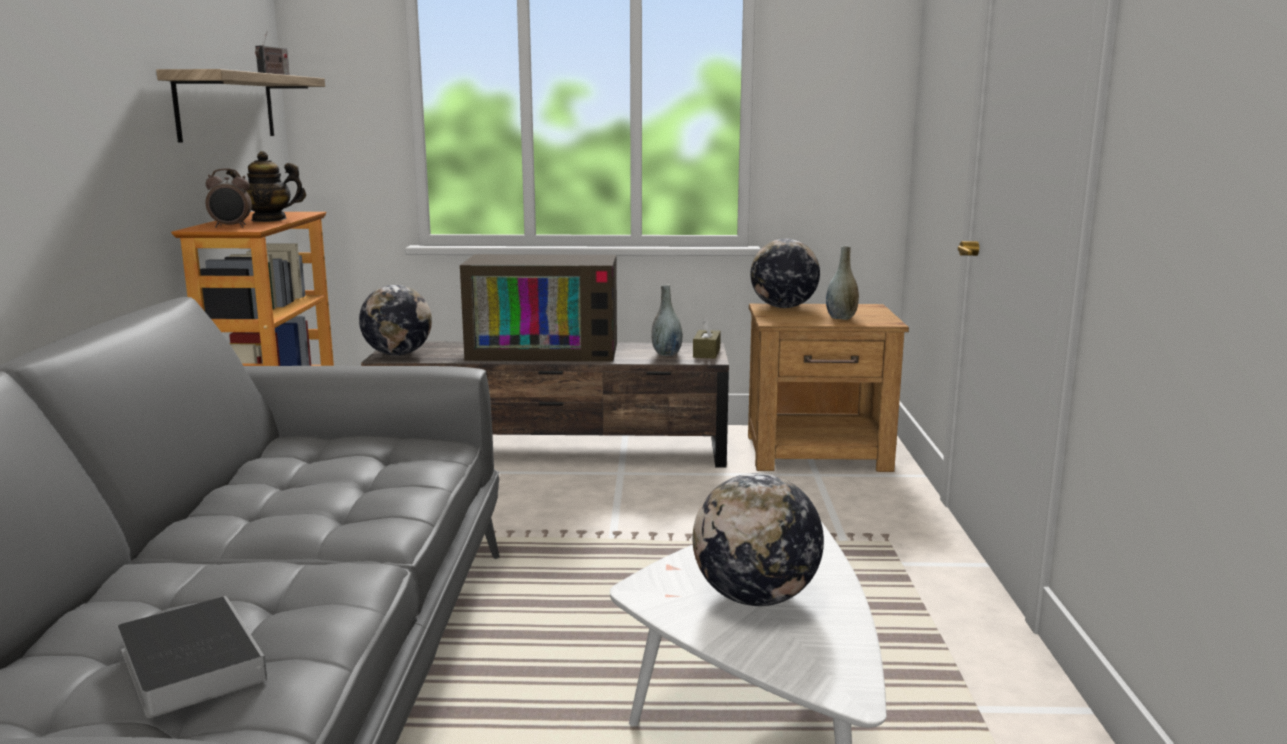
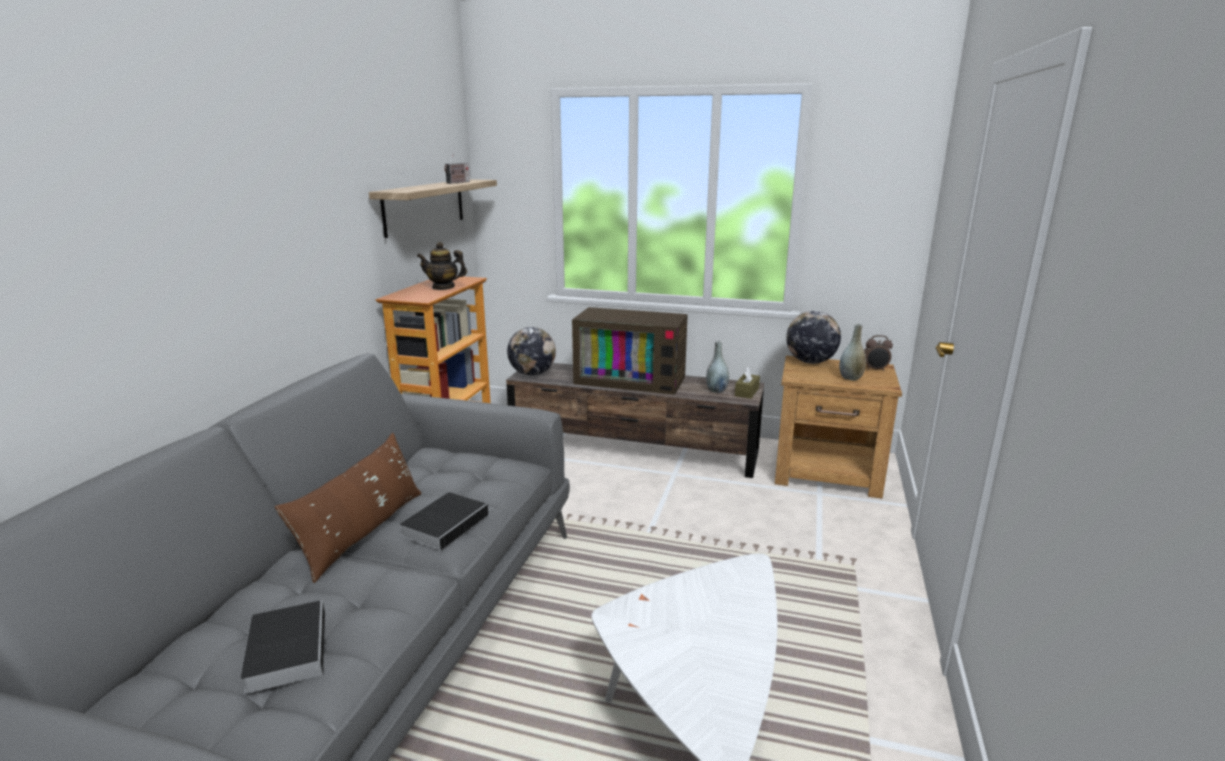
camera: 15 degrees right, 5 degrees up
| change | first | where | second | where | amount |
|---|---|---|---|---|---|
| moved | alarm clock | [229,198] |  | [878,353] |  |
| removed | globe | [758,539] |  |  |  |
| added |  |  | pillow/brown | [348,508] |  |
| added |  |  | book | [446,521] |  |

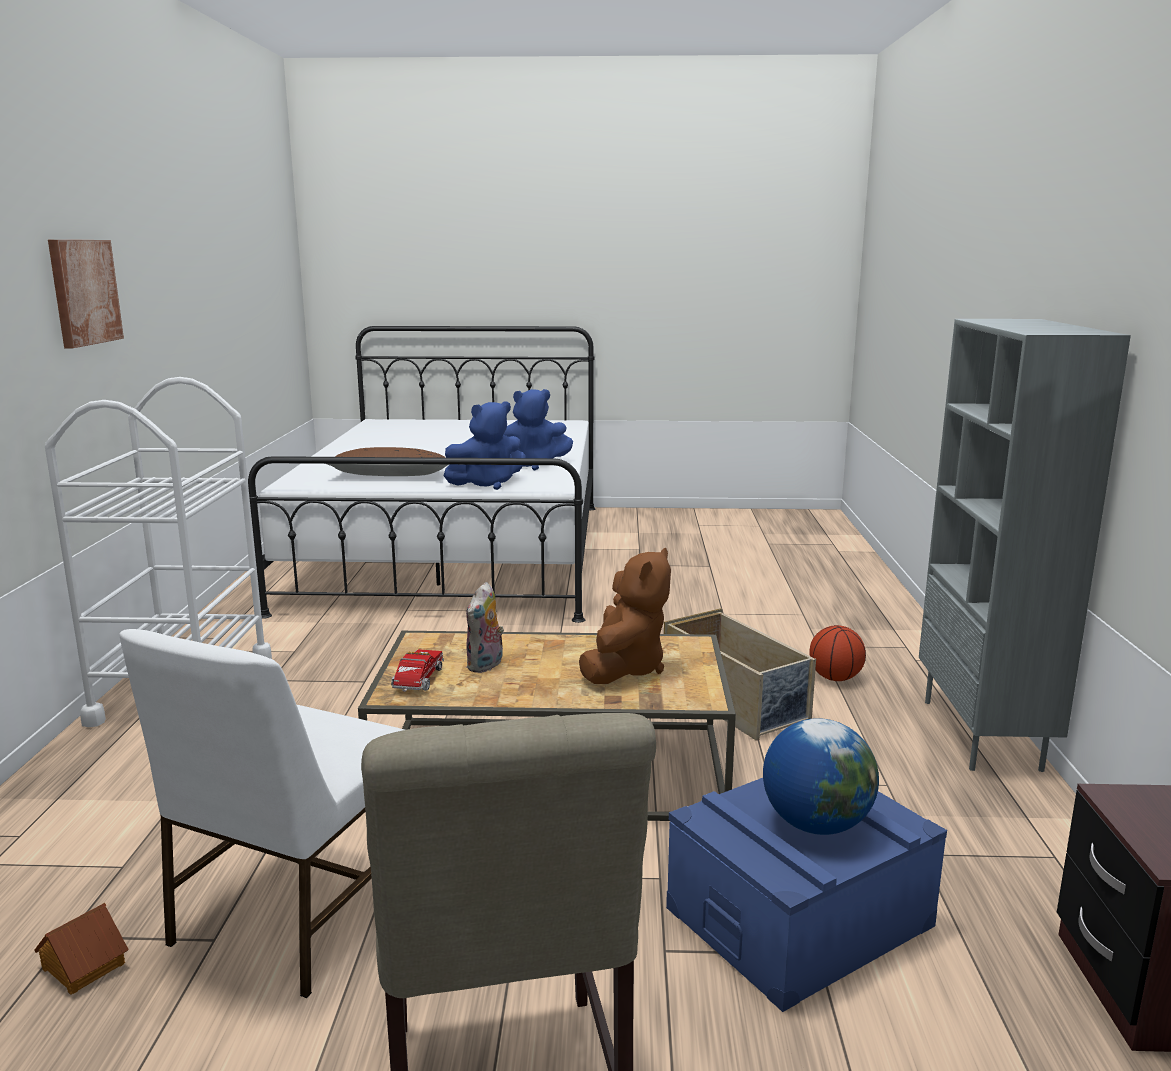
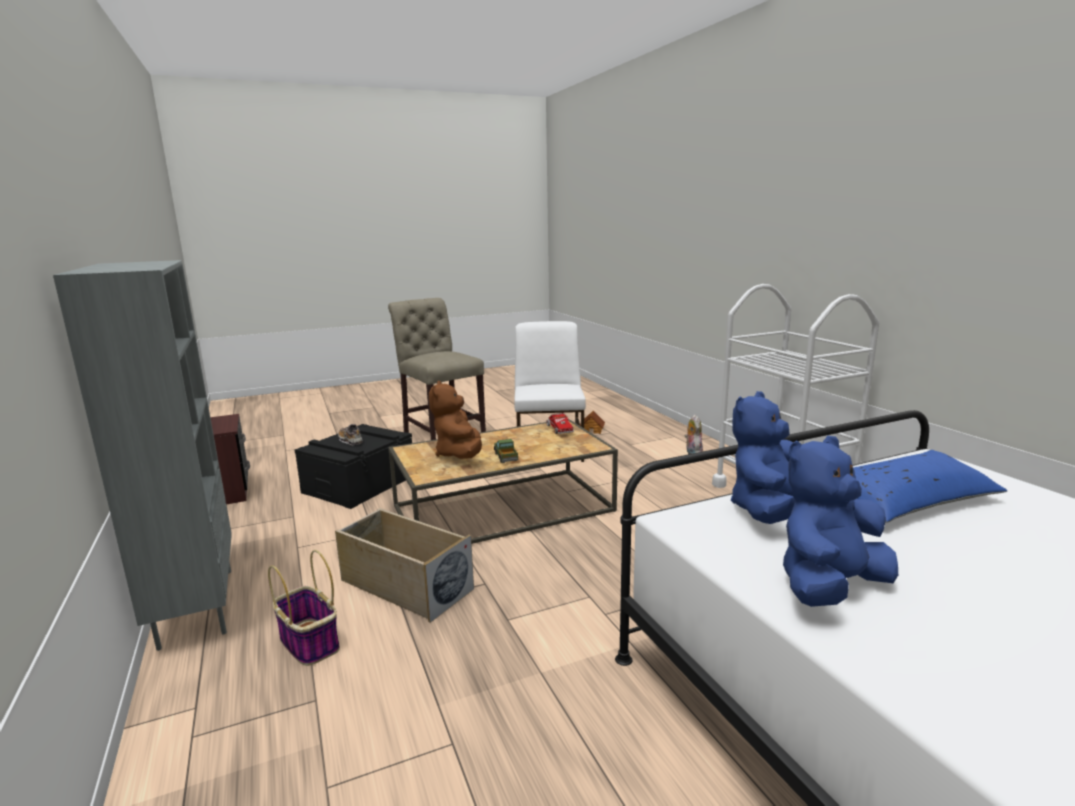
camera: 155 degrees right, 0 degrees up
| change | first | where | second | where | amount |
|---|---|---|---|---|---|
| removed | picture | [86,294] |  |  |  |
| recoloured | pillow/brown | [387,461] | pillow/blue | [930,486] |  |
| moved | plush toy | [485,627] |  | [694,434] |  |
| recoloured | storage box/blue | [806,895] | storage box/black | [353,466] |  |
| replaced | globe | [821,776] | shoe | [350,435] |  |
| replaced | basketball | [837,653] | basket | [304,608] |  |
| added |  |  | toy truck | [506,451] |  |

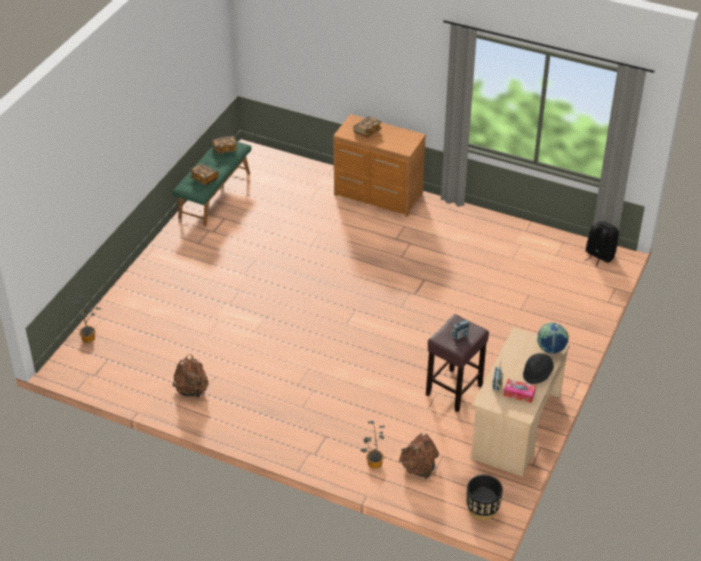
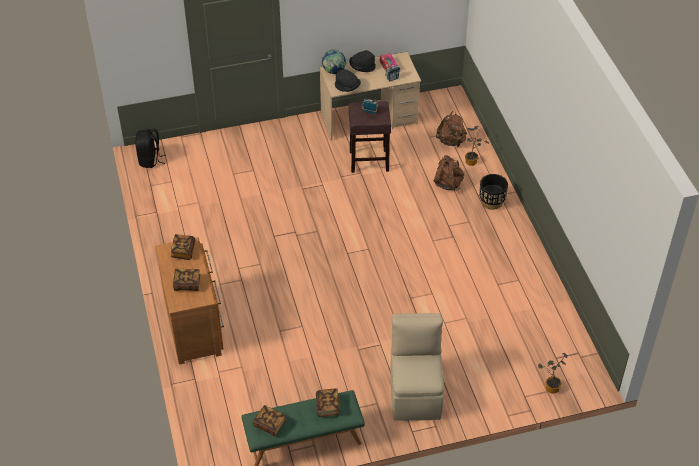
camera: 130 degrees left, 5 degrees up
| change | first | where | second | where | amount |
|---|---|---|---|---|---|
| moved | backpack/brown | [190,376] |  | [449,173] |  |
| moved | planter/black | [484,498] |  | [493,192] |  |
| added |  |  | book | [183,247] |  |
| added |  |  | hat/black | [348,80] |  |
| added |  |  | chair/beige | [417,367] |  |

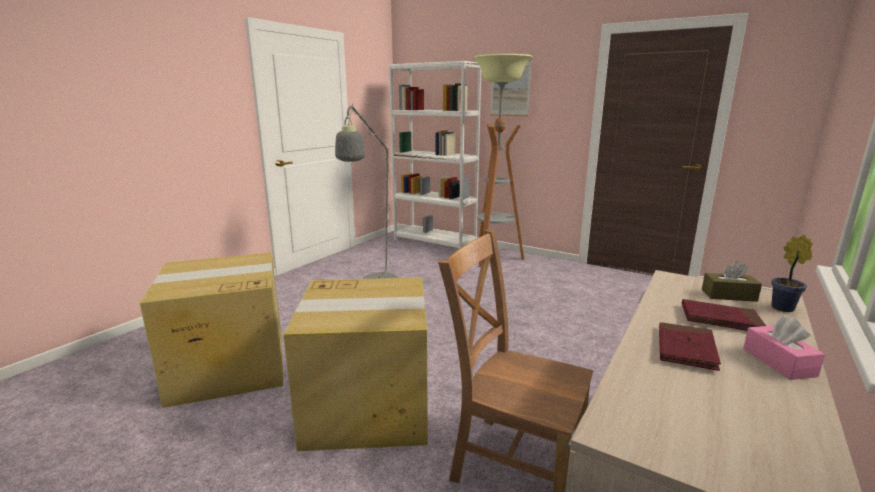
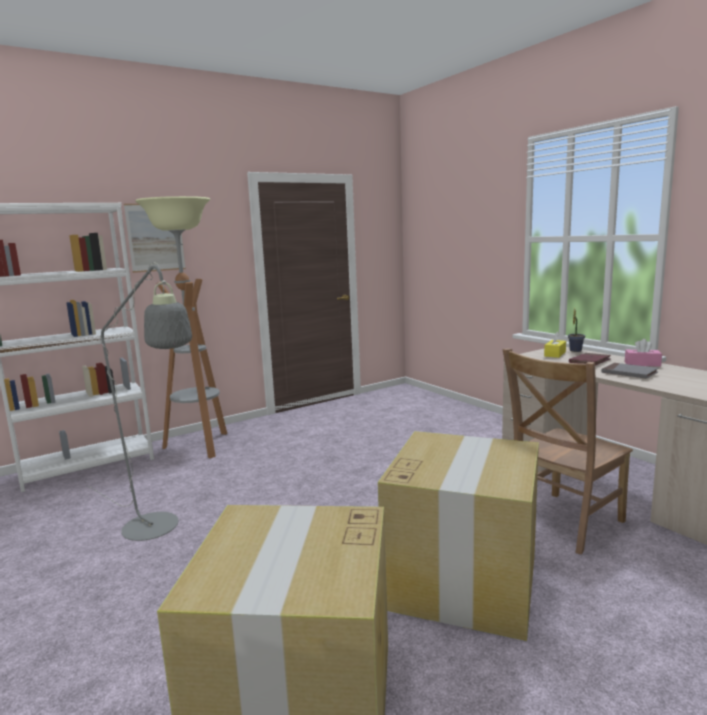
camera: 65 degrees left, 5 degrees down
| change | first | where | second | where | amount |
|---|---|---|---|---|---|
| recoloured | book/red | [690,346] | book/grey | [630,371] |  |
| recoloured | tissue box/brown | [732,281] | tissue box/yellow | [555,345] |  |

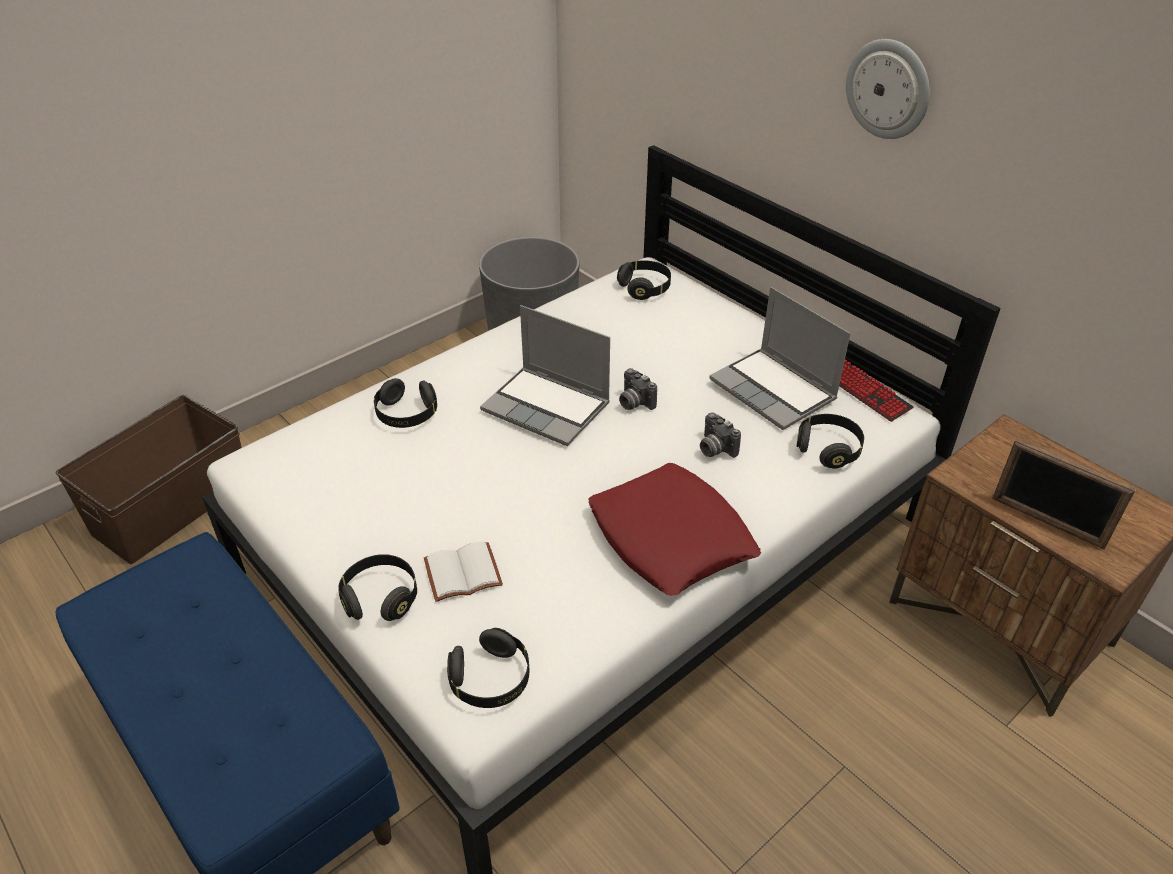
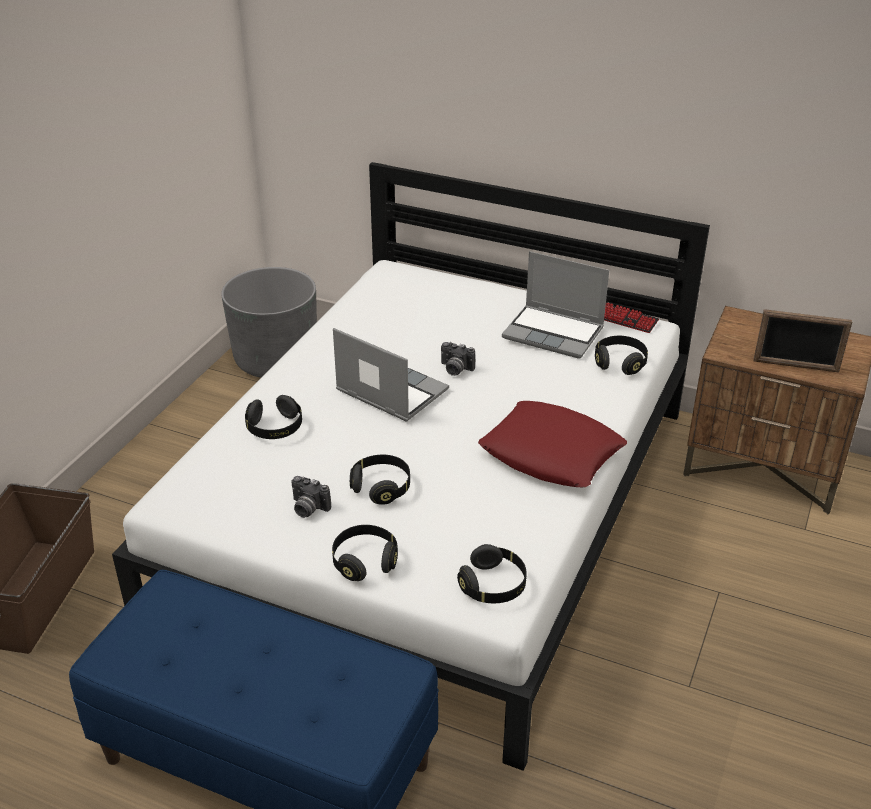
camera: 25 degrees left, 5 degrees down
| change | first | where | second | where | amount |
|---|---|---|---|---|---|
| removed | book/white | [463,572] |  |  |  |
| turned | laptop | [545,375] |  | [391,374] | 150 degrees counterclockwise |
| moved | headphones/black | [644,280] |  | [380,480] |  |
| moved | photo camera | [720,435] |  | [311,497] |  |
| removed | wall clock | [888,89] |  |  |  |

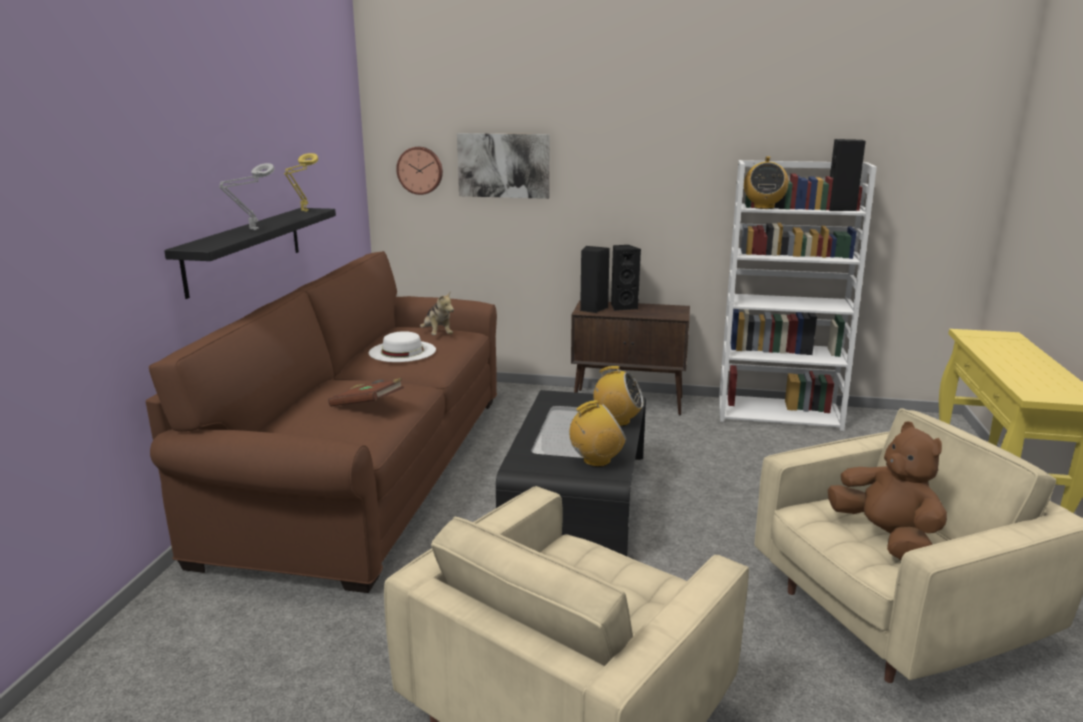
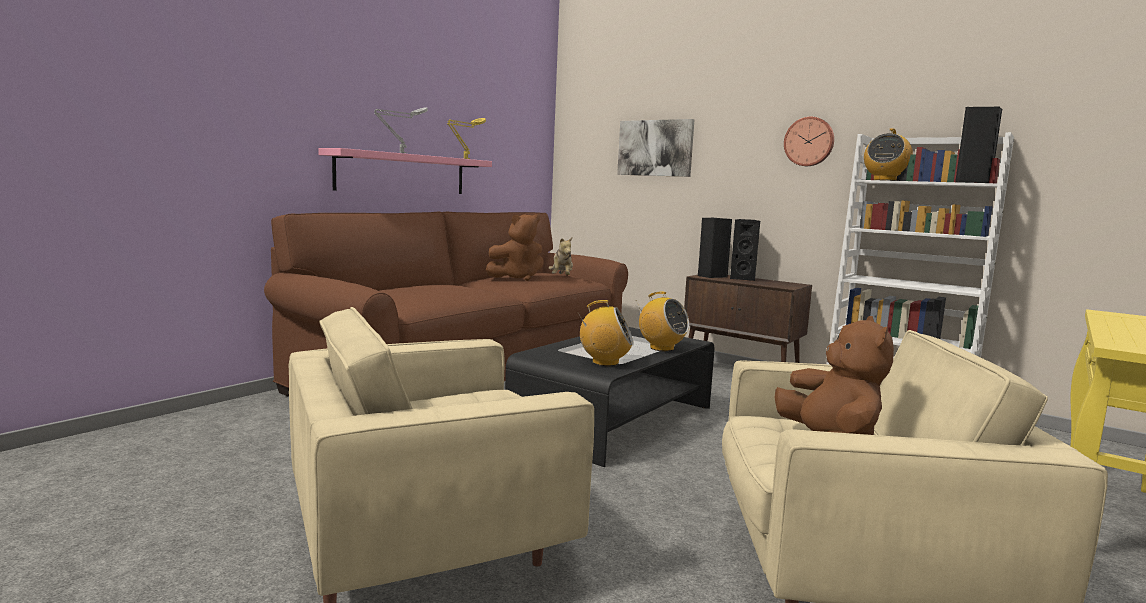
camera: 25 degrees right, 10 degrees down
| change | first | where | second | where | amount |
|---|---|---|---|---|---|
| recoloured | shelf/black | [250,253] | shelf/pink | [405,171] |  |
| removed | book/brown | [366,392] |  |  |  |
| replaced | hat/white | [402,346] | plush toy/brown | [514,247] |  |
| moved | wall clock | [419,171] |  | [809,141] |  |

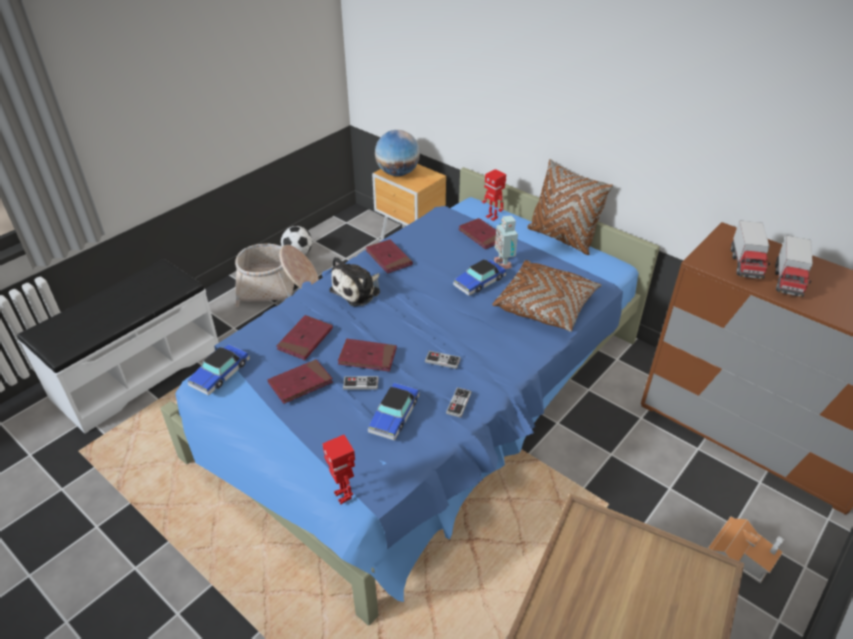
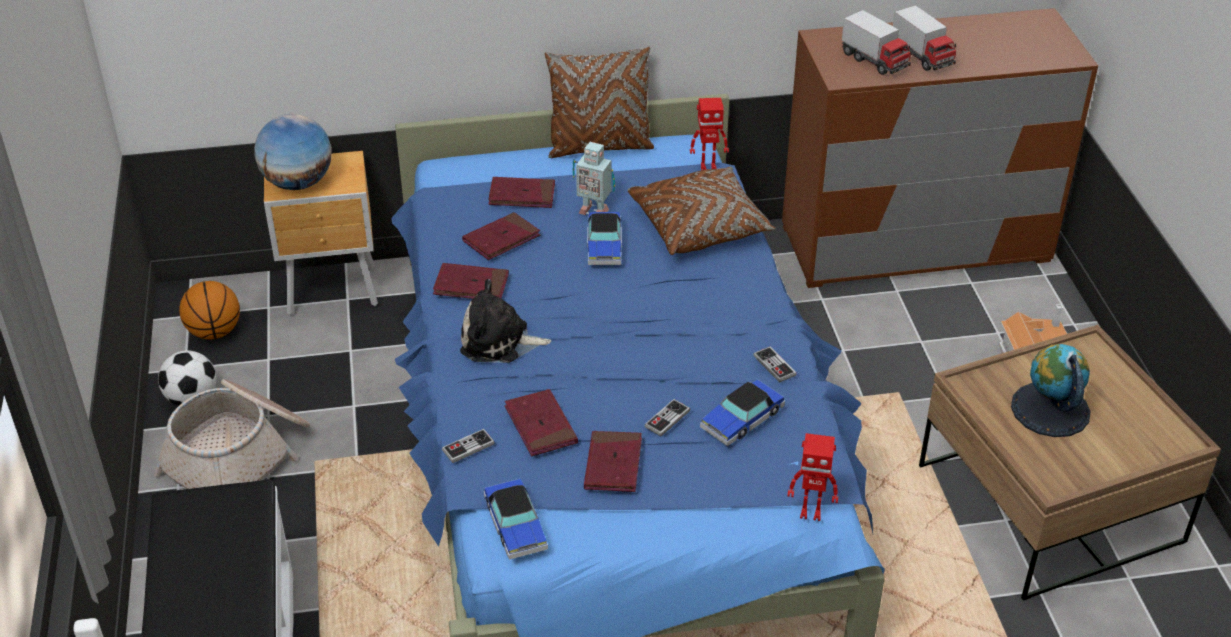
camera: 50 degrees left, 0 degrees up
| change | first | where | second | where | amount |
|---|---|---|---|---|---|
| turned | plush toy | [354,281] |  | [505,321] | 105 degrees clockwise |
| moved | book/red | [367,355] |  | [501,236] |  |
| turned | toy car | [393,411] |  | [742,413] | 75 degrees clockwise |
| moved | game controller | [443,360] |  | [468,446] |  |
| moved | toy robot | [494,195] |  | [709,134] |  |
| added |  |  | basketball | [209,310] |  |
| added |  |  | globe | [1051,390] |  |

